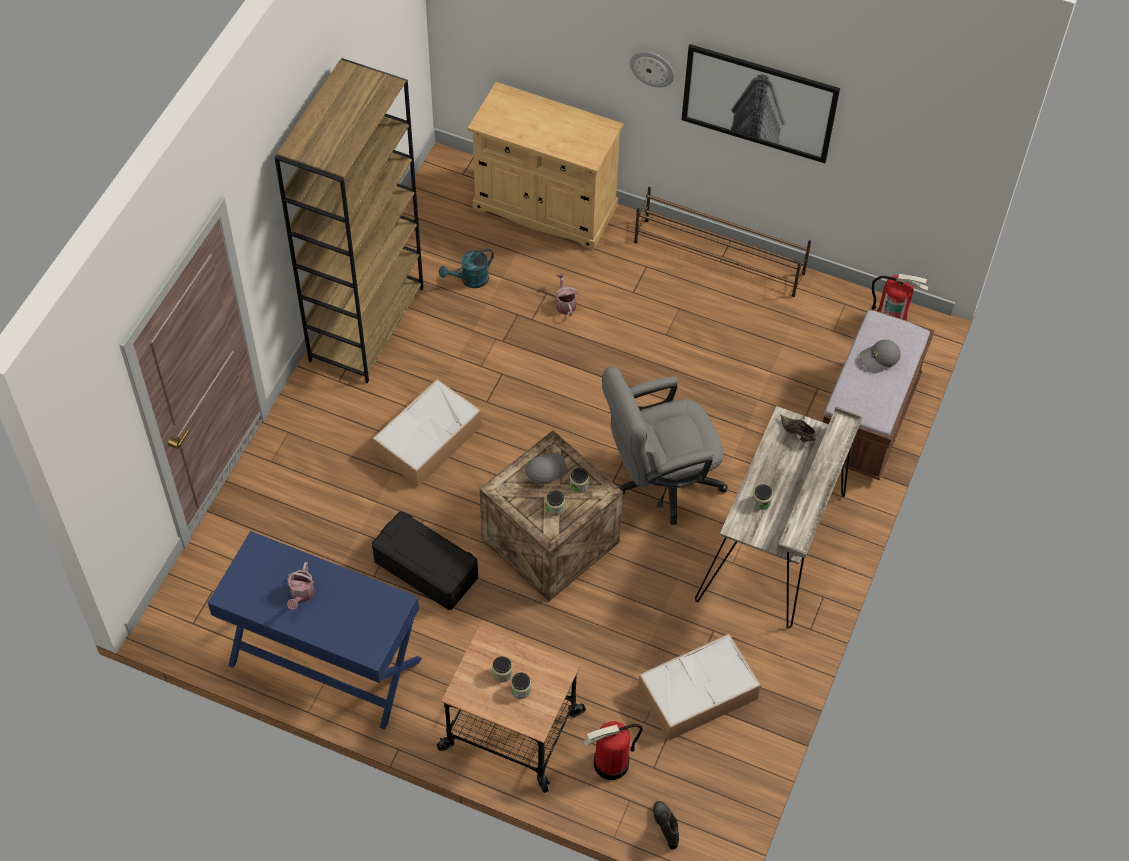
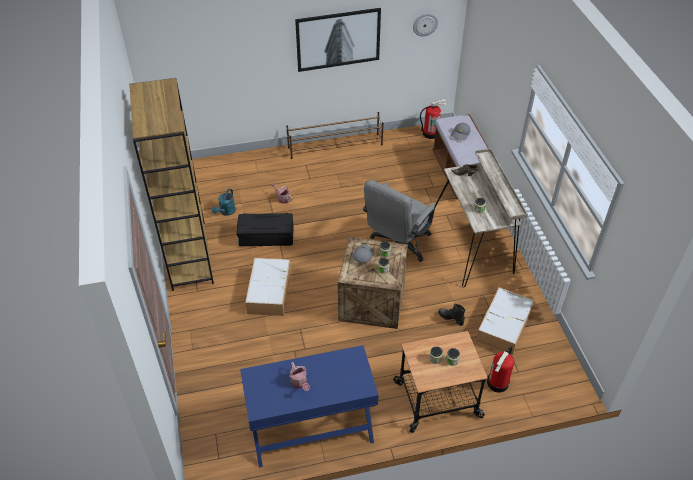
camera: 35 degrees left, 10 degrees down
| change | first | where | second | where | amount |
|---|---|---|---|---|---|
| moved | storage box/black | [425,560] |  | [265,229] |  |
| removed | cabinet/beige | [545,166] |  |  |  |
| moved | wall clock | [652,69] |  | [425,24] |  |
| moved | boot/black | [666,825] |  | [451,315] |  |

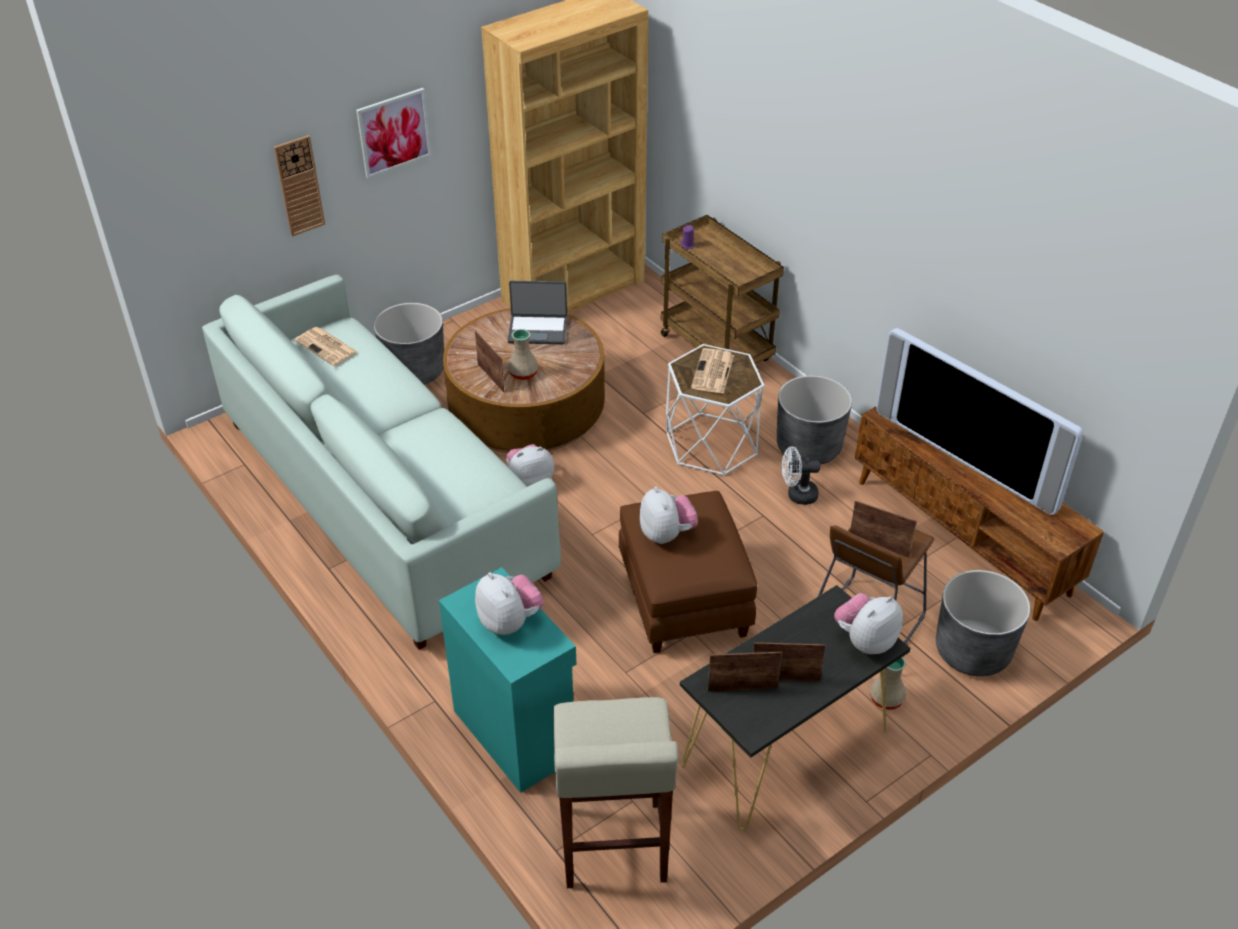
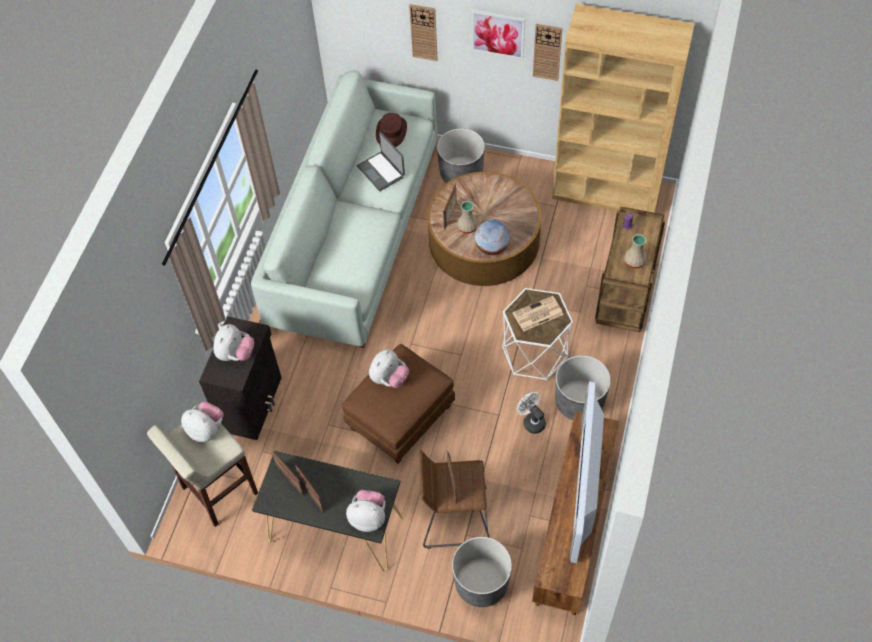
camera: 55 degrees right, 15 degrees up
| change | first | where | second | where | amount |
|---|---|---|---|---|---|
| replaced | newspaper | [326,346] | hat/brown | [391,130] |  |
| recoloured | cabinet/turquoise | [508,680] | cabinet/black | [240,378] |  |
| moved | plush toy | [530,465] |  | [202,422] |  |
| moved | laptop | [537,312] |  | [381,161] |  |
| moved | vase/beige | [888,683] |  | [635,251] |  |
| added |  |  | globe | [492,237] |  |
| added |  |  | wall clock | [547,52] |  |

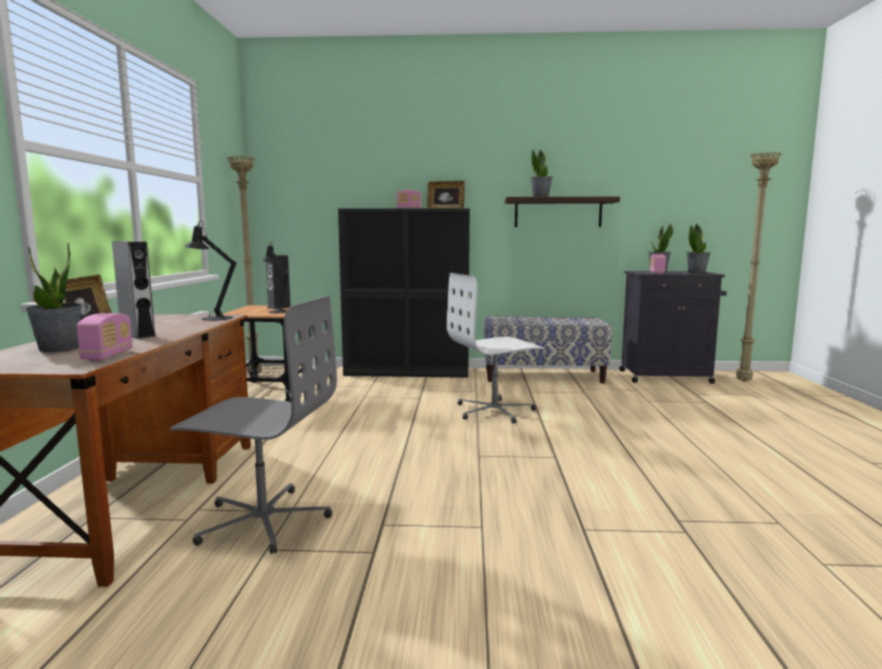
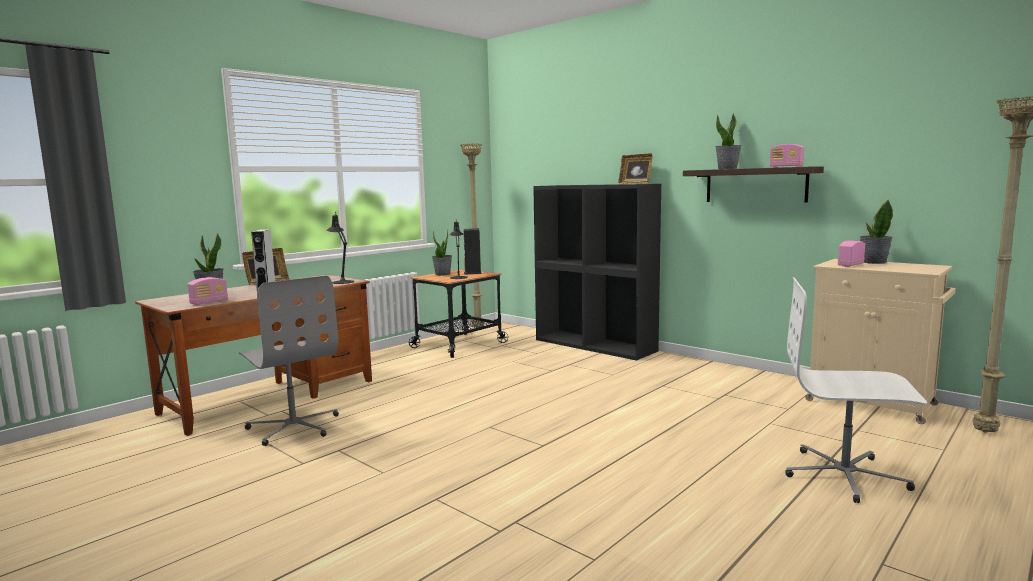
camera: 40 degrees right, 0 degrees up
| change | first | where | second | where | amount |
|---|---|---|---|---|---|
| moved | radio | [409,199] |  | [787,155] |  |
| moved | office chair/white | [495,348] |  | [856,390] |  |
| removed | bench | [547,350] |  |  |  |
| recoloured | cabinet/black | [673,327] | cabinet/beige | [880,341] |  |
| moved | potted plant | [698,248] |  | [442,252] |  |

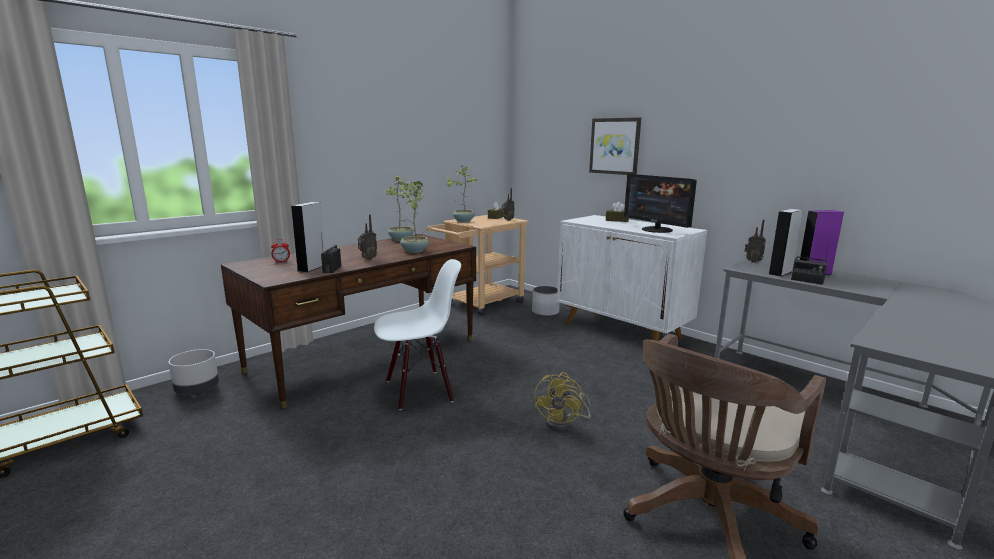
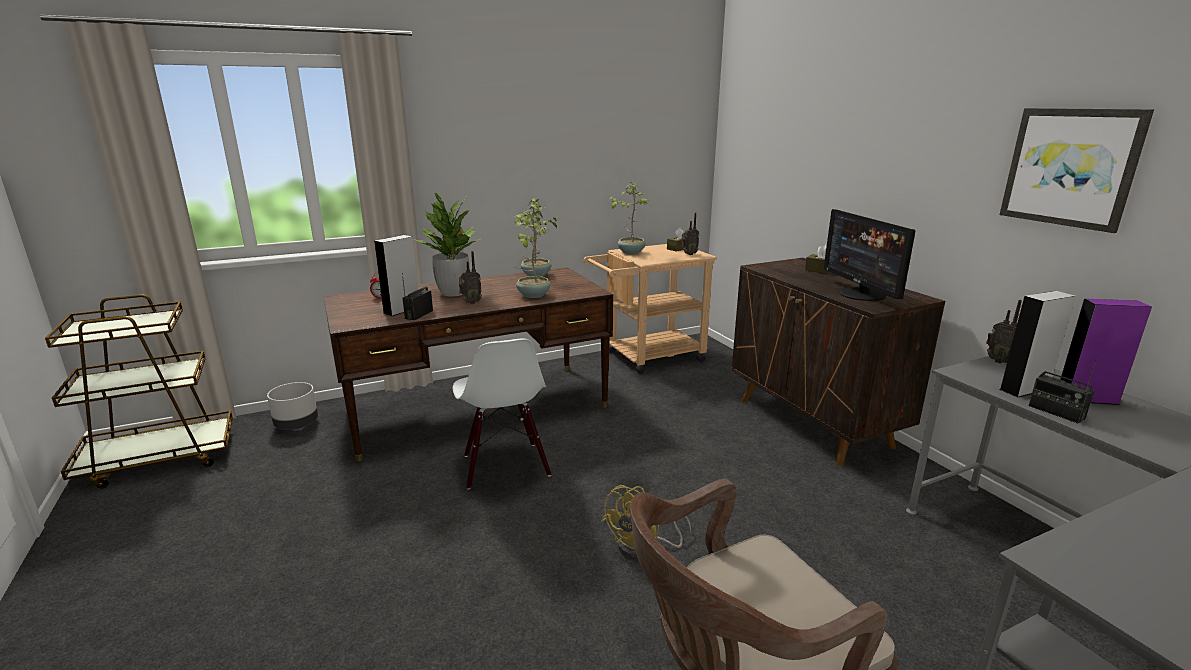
camera: 20 degrees right, 5 degrees up
| change | first | where | second | where | amount |
|---|---|---|---|---|---|
| turned | chair/white | [417,334] |  | [502,414] | 75 degrees clockwise |
| removed | planter/white | [546,301] |  |  |  |
| recoloured | cabinet/white | [632,278] | cabinet/brown | [838,362] |  |
| moved | picture | [615,146] |  | [1077,170] |  |
| added |  |  | potted plant | [446,245] |  |

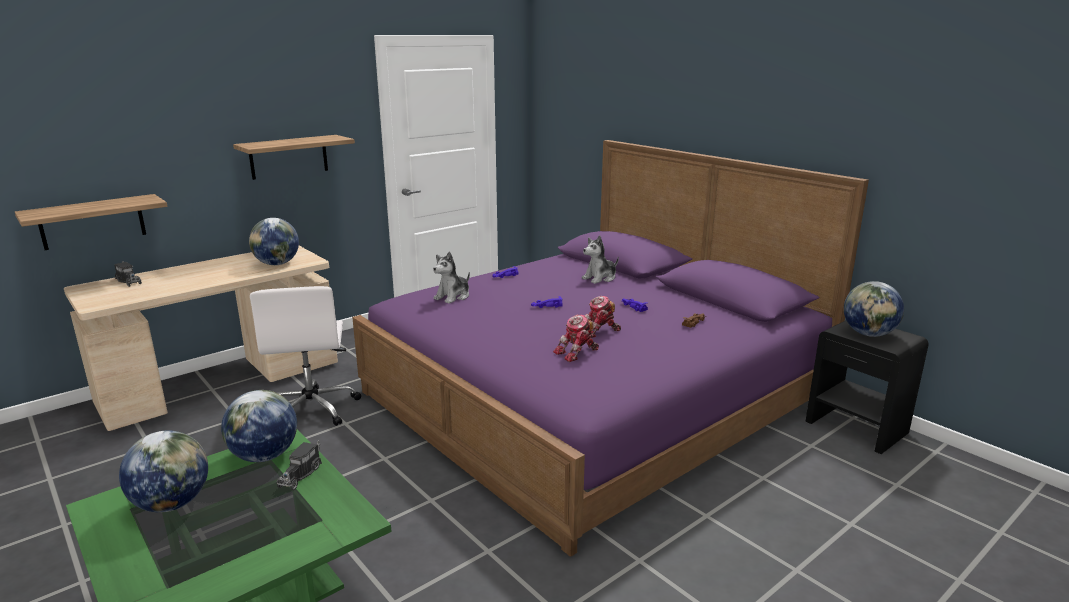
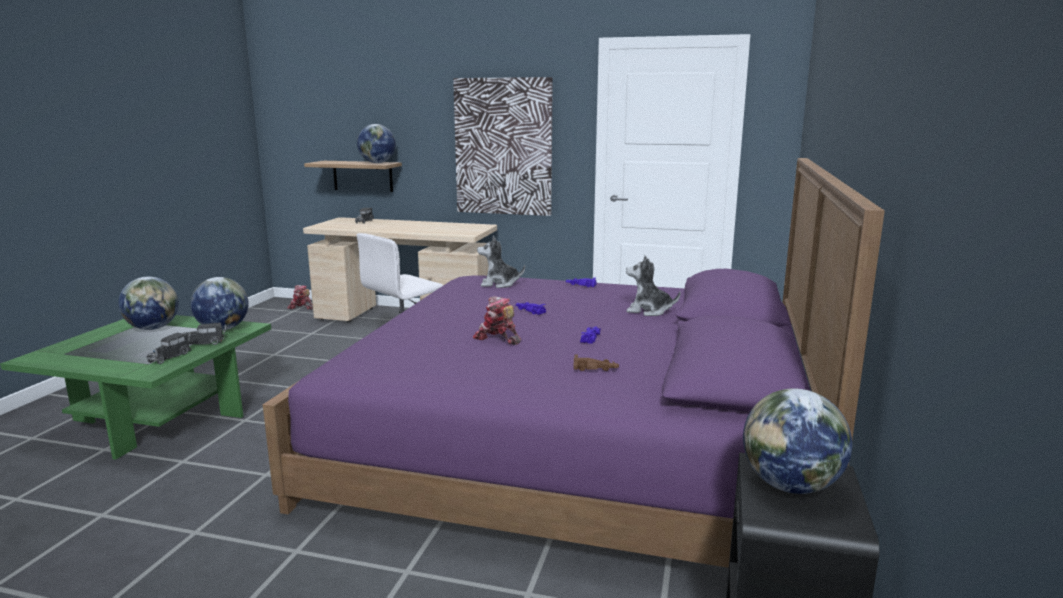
camera: 55 degrees right, 5 degrees down
| change | first | where | second | where | amount |
|---|---|---|---|---|---|
| replaced | shelf | [294,157] | picture | [503,146] |  |
| moved | globe | [274,241] |  | [376,143] |  |
| moved | toy robot | [576,338] |  | [300,297] |  |
| added |  |  | toy truck | [168,348] |  |

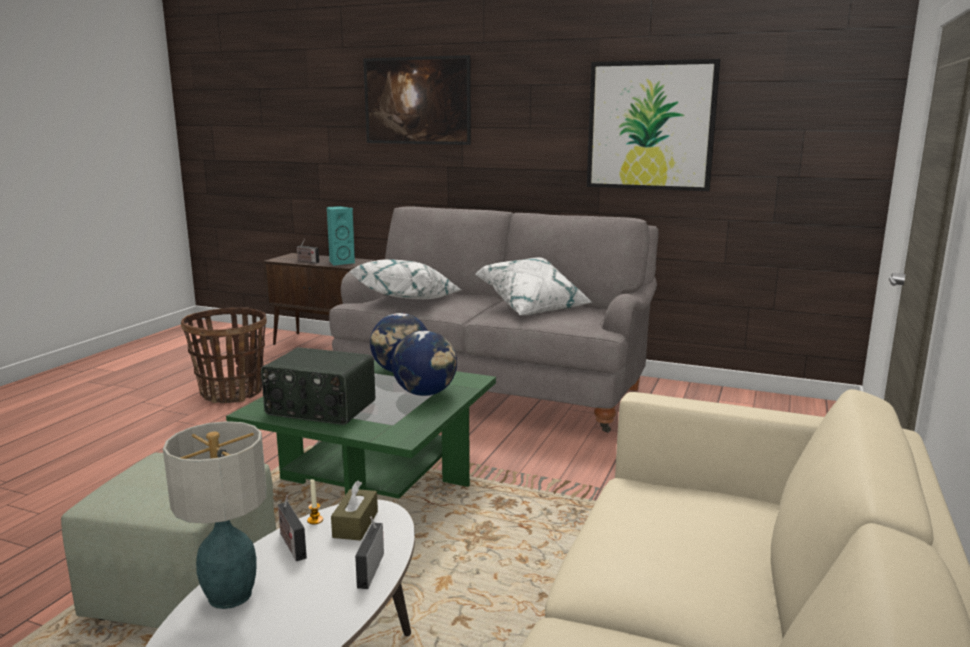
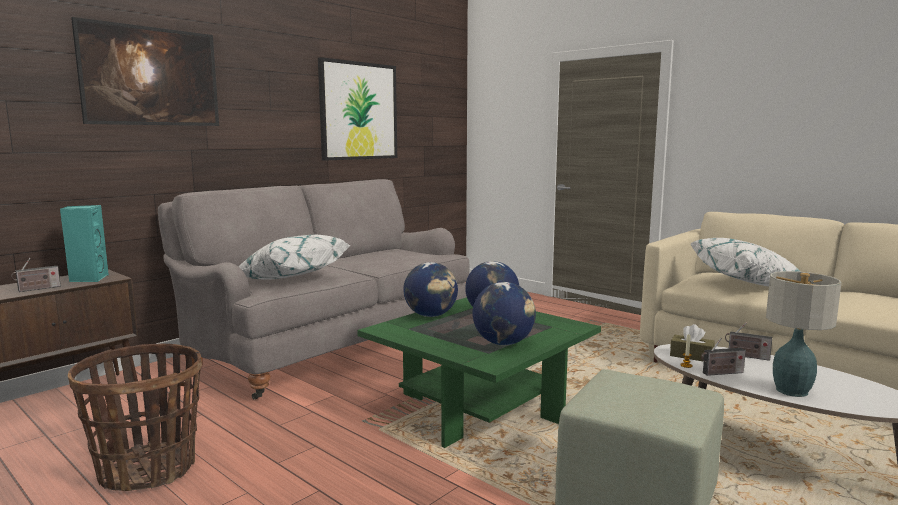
camera: 70 degrees left, 5 degrees down
| change | first | where | second | where | amount |
|---|---|---|---|---|---|
| replaced | radio | [318,386] | globe | [504,313] |  |
| moved | pillow/white | [533,286] |  | [745,262] |  |

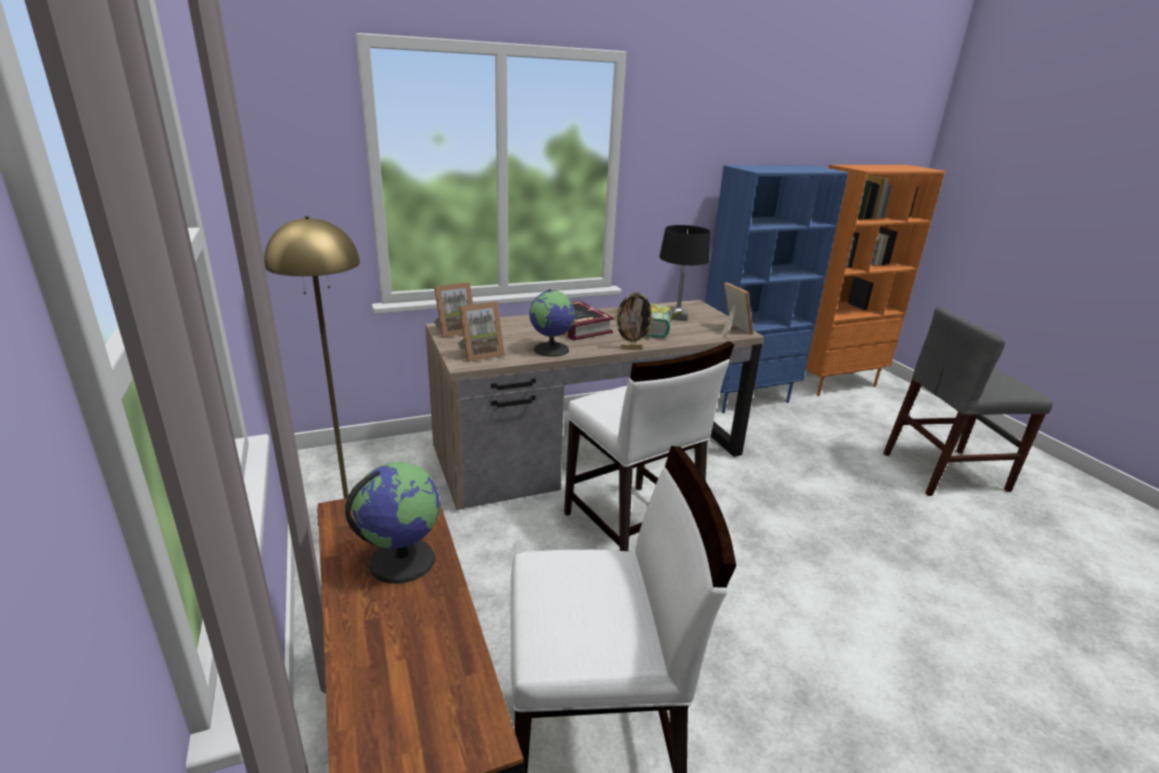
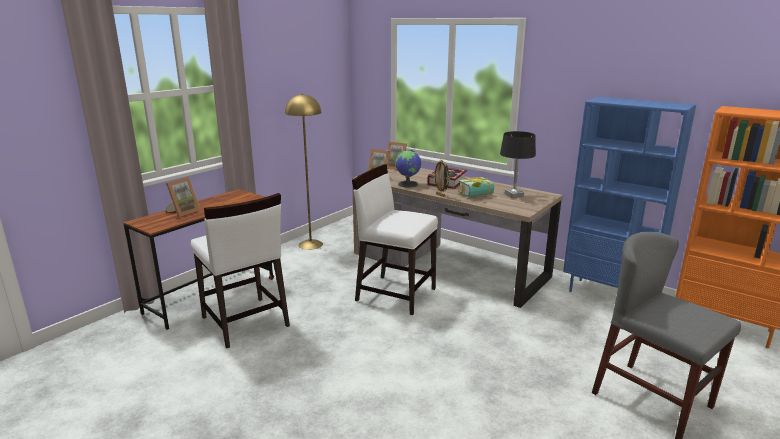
camera: 60 degrees right, 5 degrees down
| change | first | where | second | where | amount |
|---|---|---|---|---|---|
| removed | globe | [392,523] |  |  |  |
| turned | chair/white | [649,446] |  | [395,239] | 90 degrees clockwise |
| moved | picture frame | [737,309] |  | [183,197] |  |

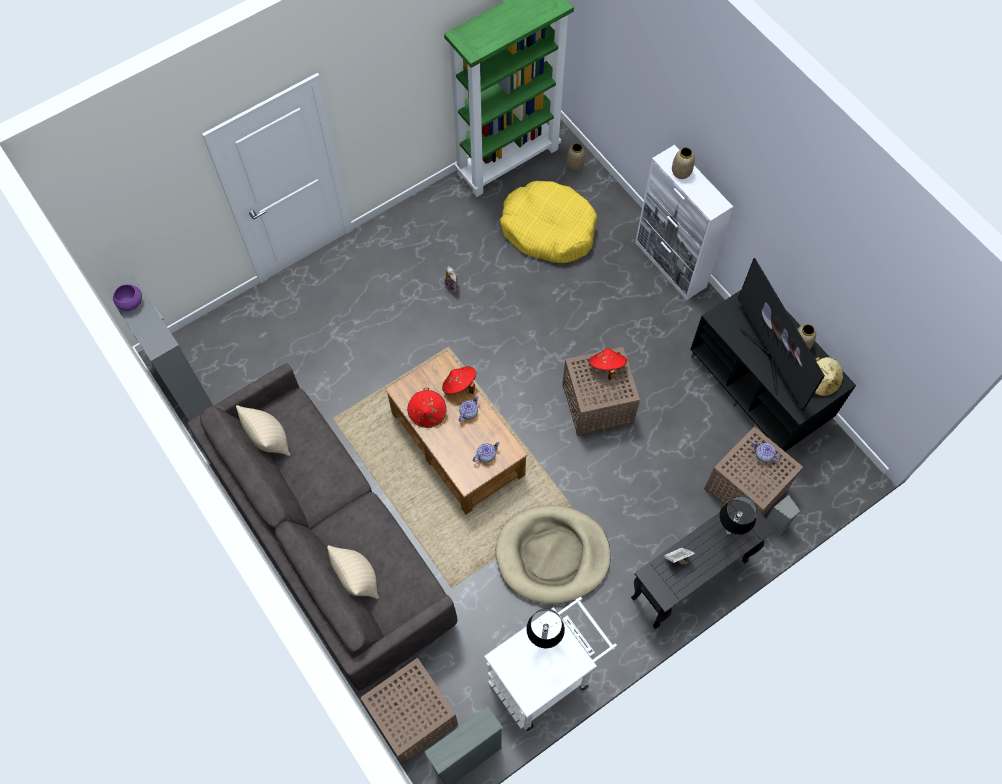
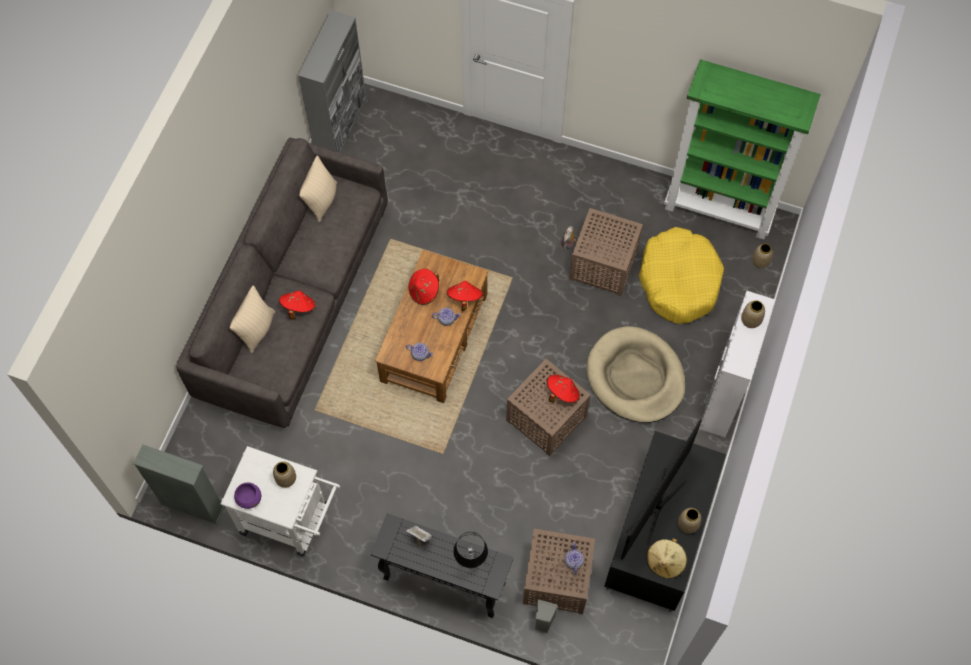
camera: 55 degrees right, 0 degrees up
| change | first | where | second | where | amount |
|---|---|---|---|---|---|
| moved | bowl/purple | [127,297] |  | [247,495] |  |
| moved | side table/brown | [409,711] |  | [606,252] |  |
| moved | dog bed/beige | [552,554] |  | [636,374] |  |
| replaced | table lamp | [545,628] | vase | [284,474] |  |
| added |  |  | hat/red | [297,305] |  |

